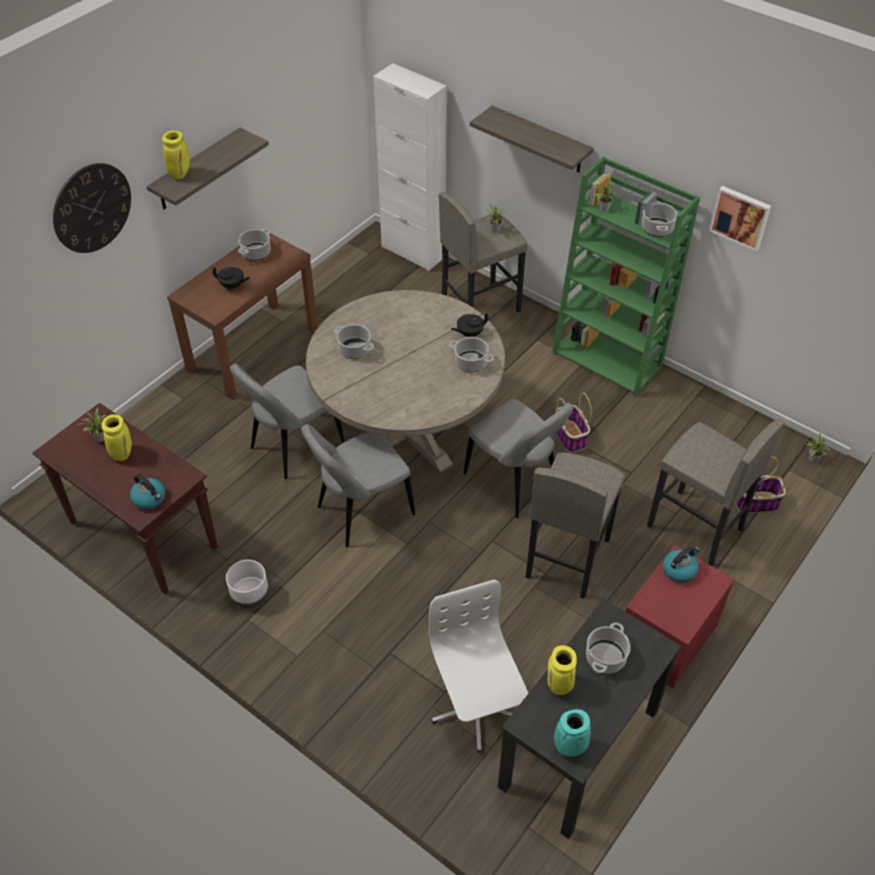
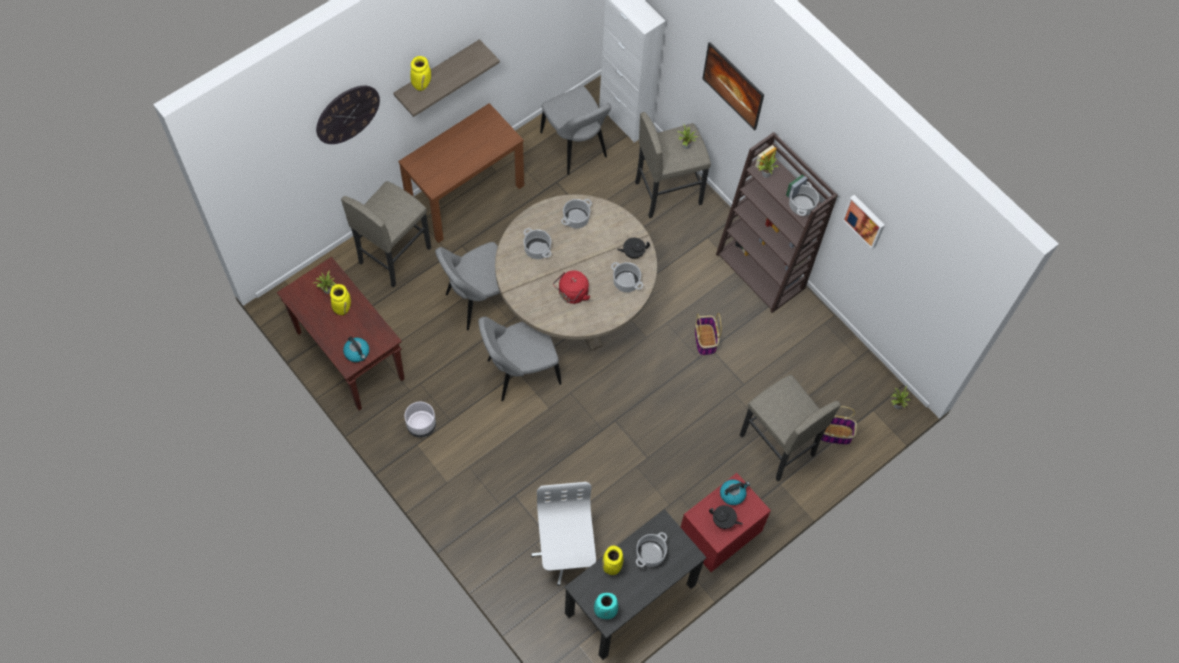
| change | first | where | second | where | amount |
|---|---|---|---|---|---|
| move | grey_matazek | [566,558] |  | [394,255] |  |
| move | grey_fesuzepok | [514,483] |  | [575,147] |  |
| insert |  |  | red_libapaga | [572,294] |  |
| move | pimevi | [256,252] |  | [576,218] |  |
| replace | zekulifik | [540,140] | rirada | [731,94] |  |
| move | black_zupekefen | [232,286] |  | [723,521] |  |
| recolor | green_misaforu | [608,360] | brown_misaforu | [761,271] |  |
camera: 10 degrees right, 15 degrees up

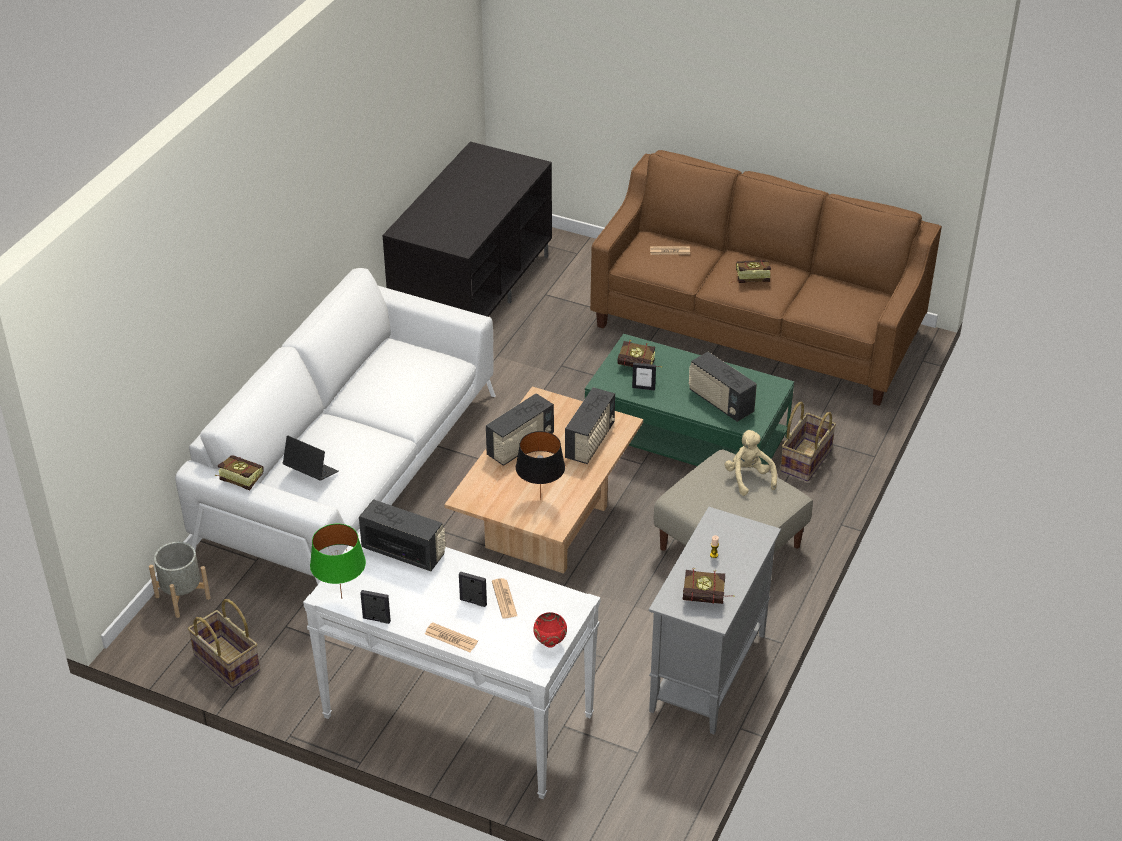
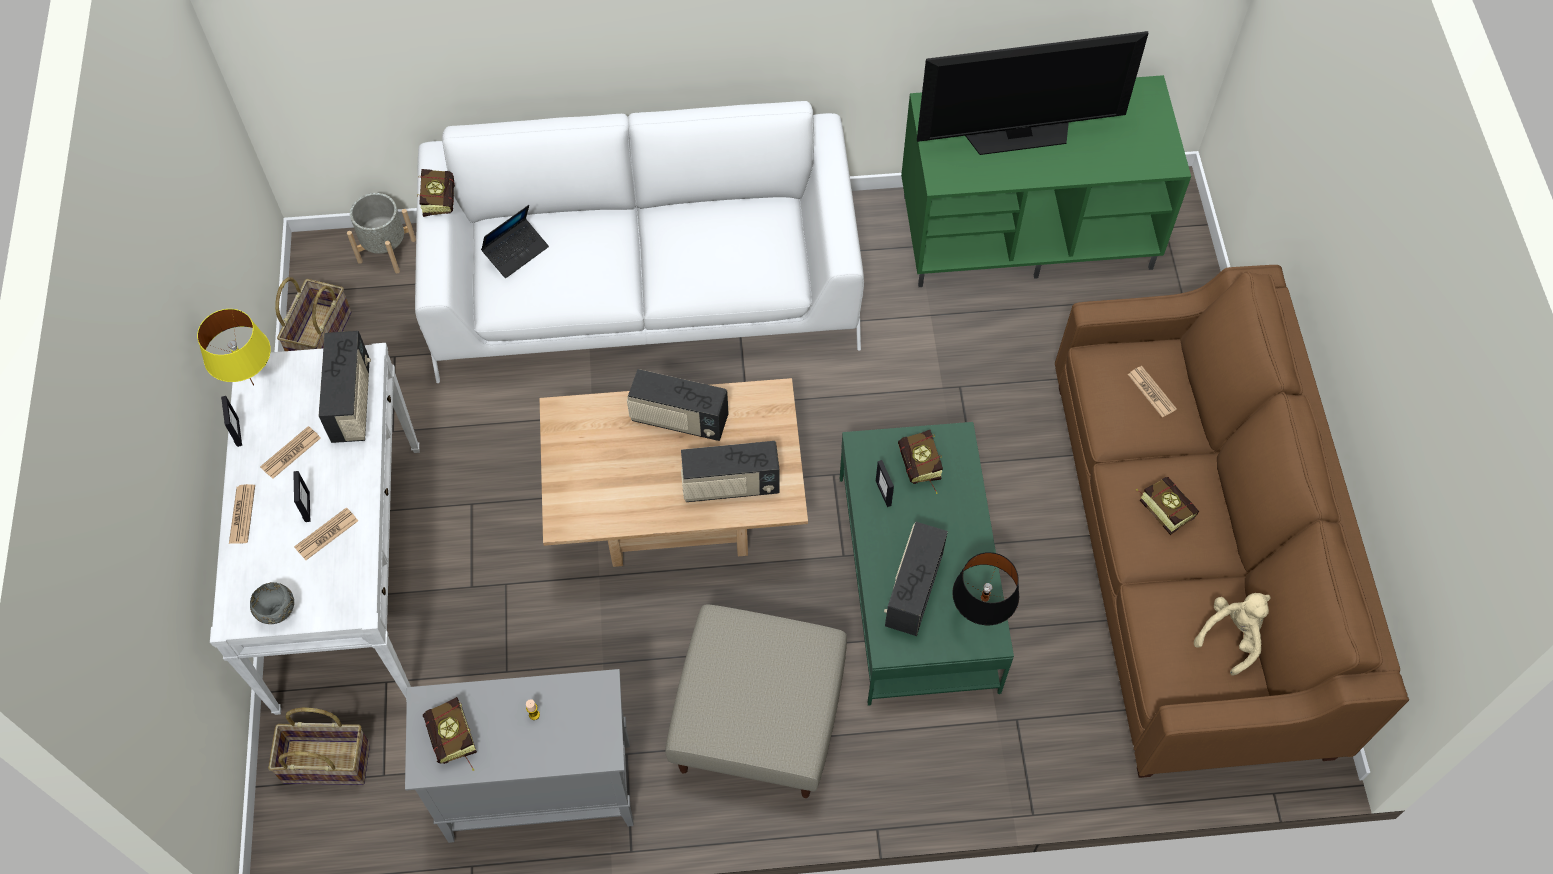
| change | first | where | second | where | amount |
|---|---|---|---|---|---|
| recolor | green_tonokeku | [341,599] | yellow_tonokeku | [253,384] |  |
| recolor | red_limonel | [550,643] | grey_limonel | [278,614] |  |
| insert |  |  | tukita | [291,453] |  |
| move | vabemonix | [805,459] |  | [327,761] |  |
| rotate | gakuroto | [311,471] |  | [516,252] | 45 degrees clockwise |
| recolor | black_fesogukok | [472,291] | green_fesogukok | [1028,230] |  |
| insert |  |  | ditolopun | [1018,134] |  |
| move | black_tonokeku | [541,500] |  | [979,619] |  |
| move | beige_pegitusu | [749,478] |  | [1231,636] |  |
camera: 60 degrees right, 20 degrees up

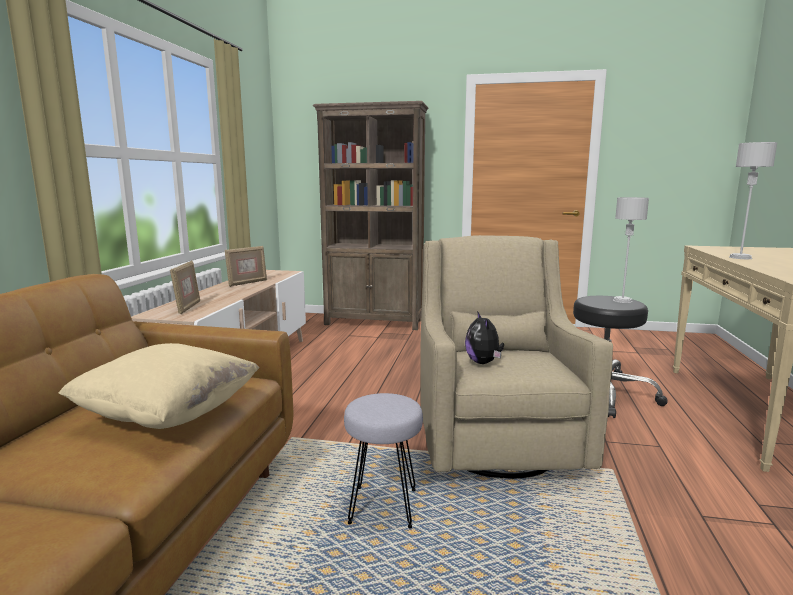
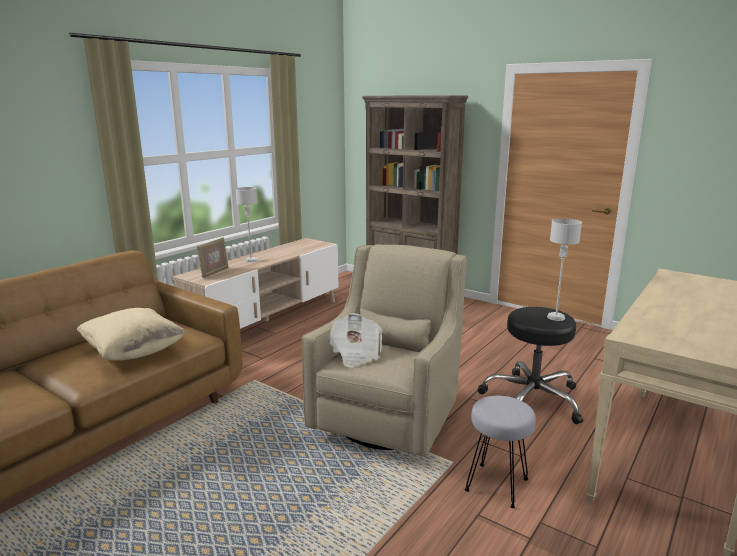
| change | first | where | second | where | amount |
|---|---|---|---|---|---|
| move | grey_tonokeku | [740,257] |  | [251,260] |  |
| replace | pegitusu | [483,362] | tukita | [355,354] |  |
| move | grey_matazek | [384,508] |  | [497,485] |  |
| delete | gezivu | [247,283] |  |  |  |
camera: 25 degrees right, 5 degrees up

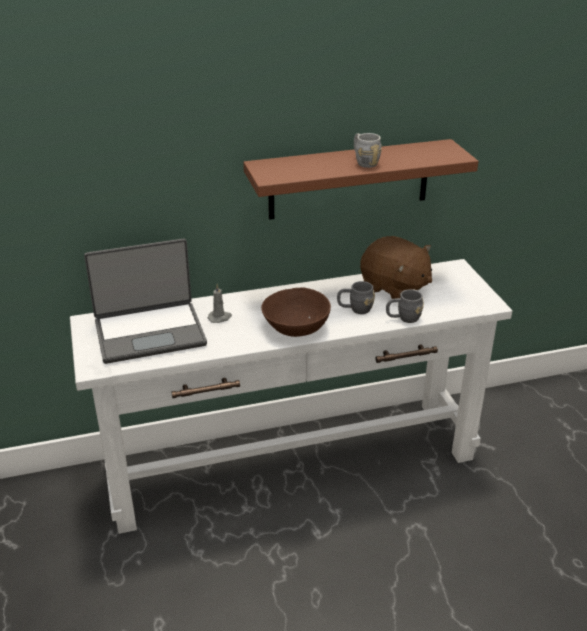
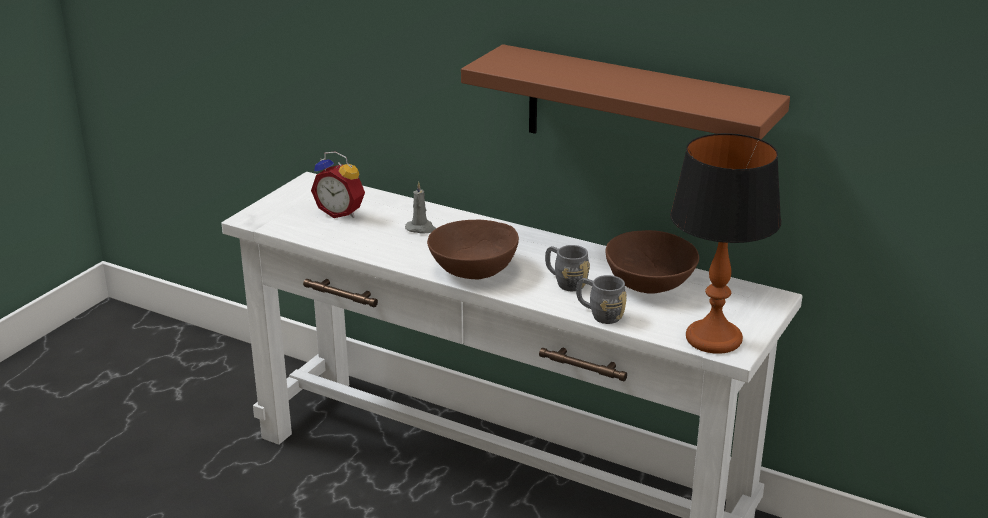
| change | first | where | second | where | amount |
|---|---|---|---|---|---|
| replace | gakuroto | [150,332] | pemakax | [341,212] |  |
| replace | brown_pegitusu | [394,288] | brown_limonel | [650,283] |  |
| insert |  |  | tonokeku | [714,339] |  |
| delete | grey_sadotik | [364,161] |  |  |  |
camera: 45 degrees right, 5 degrees down

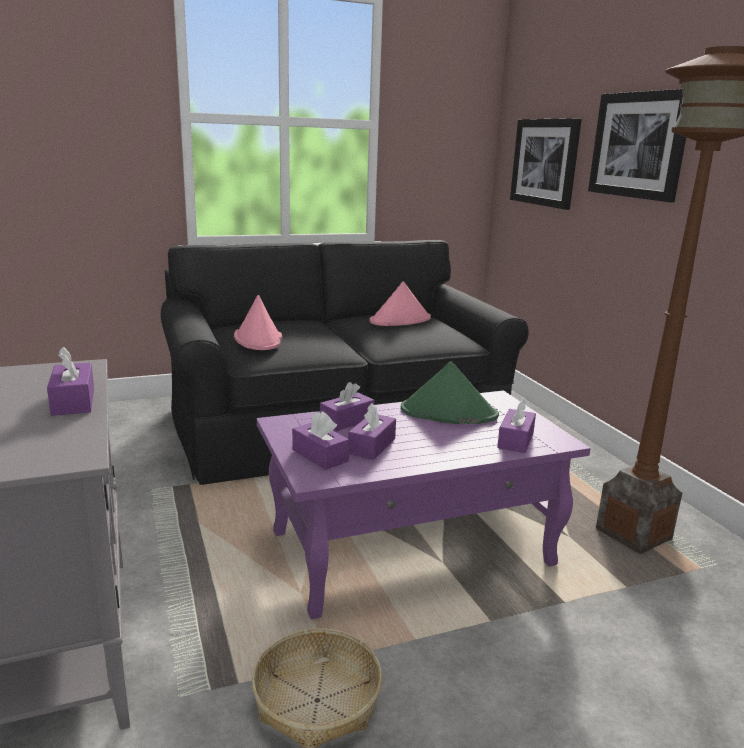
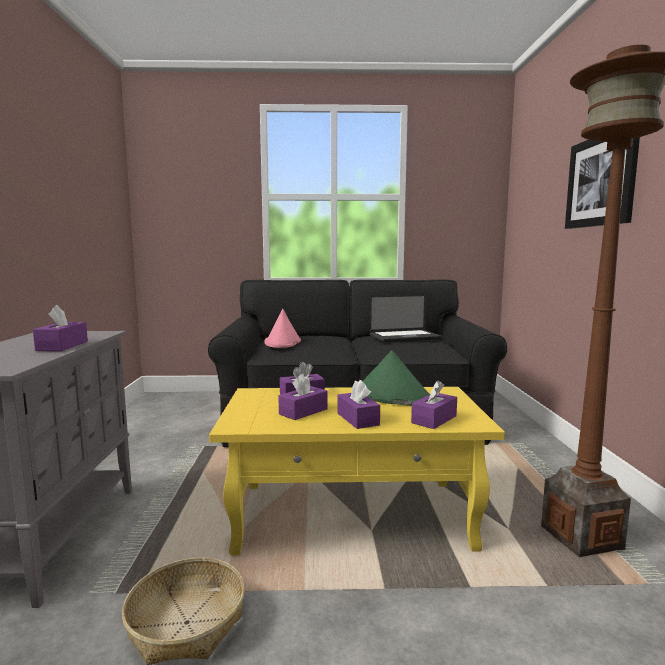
| change | first | where | second | where | amount |
|---|---|---|---|---|---|
| recolor | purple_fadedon | [413,548] | yellow_fadedon | [353,515] |  |
| move | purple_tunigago | [320,455] |  | [357,419] |  |
| replace | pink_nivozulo | [400,320] | gakuroto | [404,337] |  |
| delete | rirada | [545,162] |  |  |  |
camera: 20 degrees right, 10 degrees down

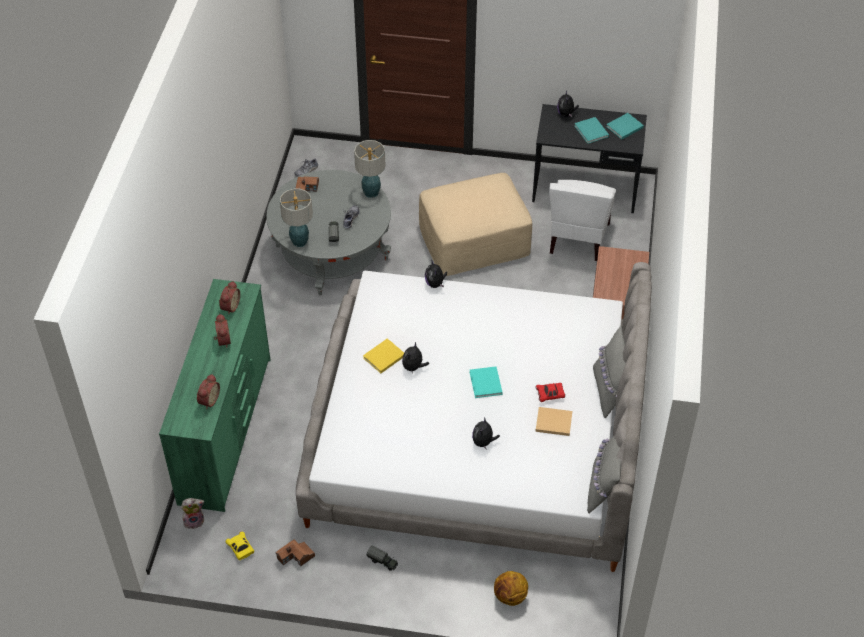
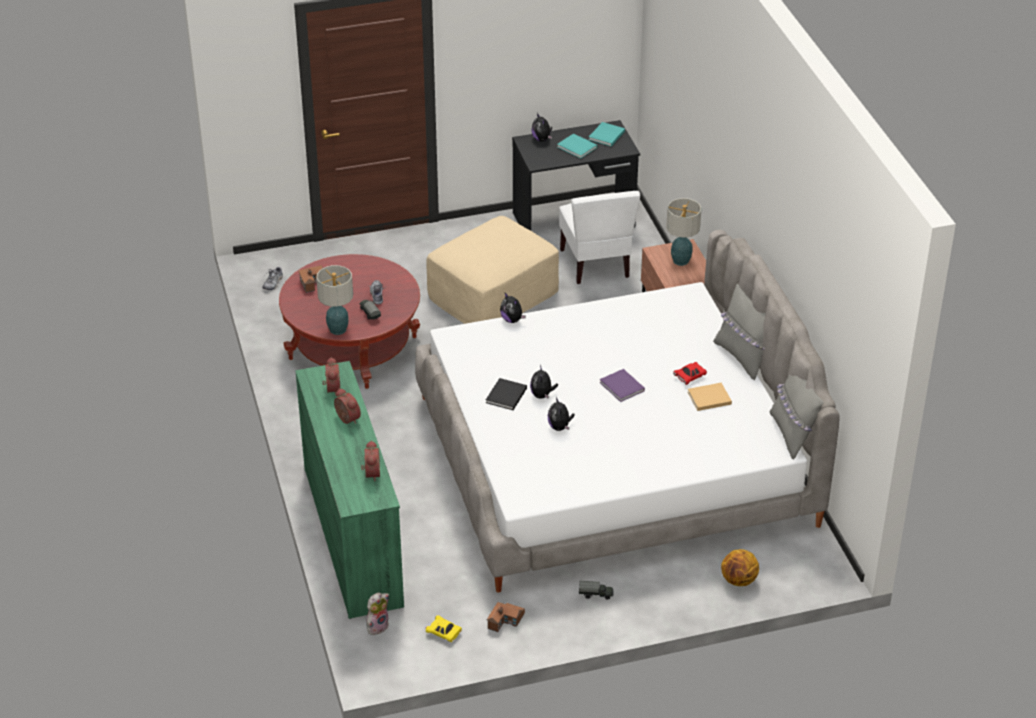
| change | first | where | second | where | amount |
|---|---|---|---|---|---|
| recolor | grey_fadedon | [331,252] | red_fadedon | [352,347] |  |
| recolor | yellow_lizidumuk | [383,357] | black_lizidumuk | [505,396] |  |
| move | pegitusu | [483,442] |  | [560,427] |  |
| recolor | turquoise_lizidumuk | [486,384] | purple_lizidumuk | [622,387] |  |
| move | tonokeku | [371,192] |  | [680,260] |  |
camera: 25 degrees left, 10 degrees down

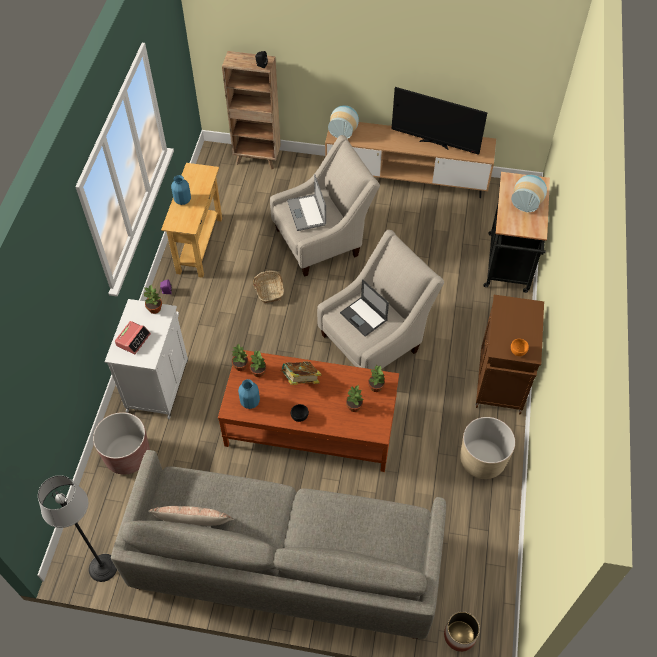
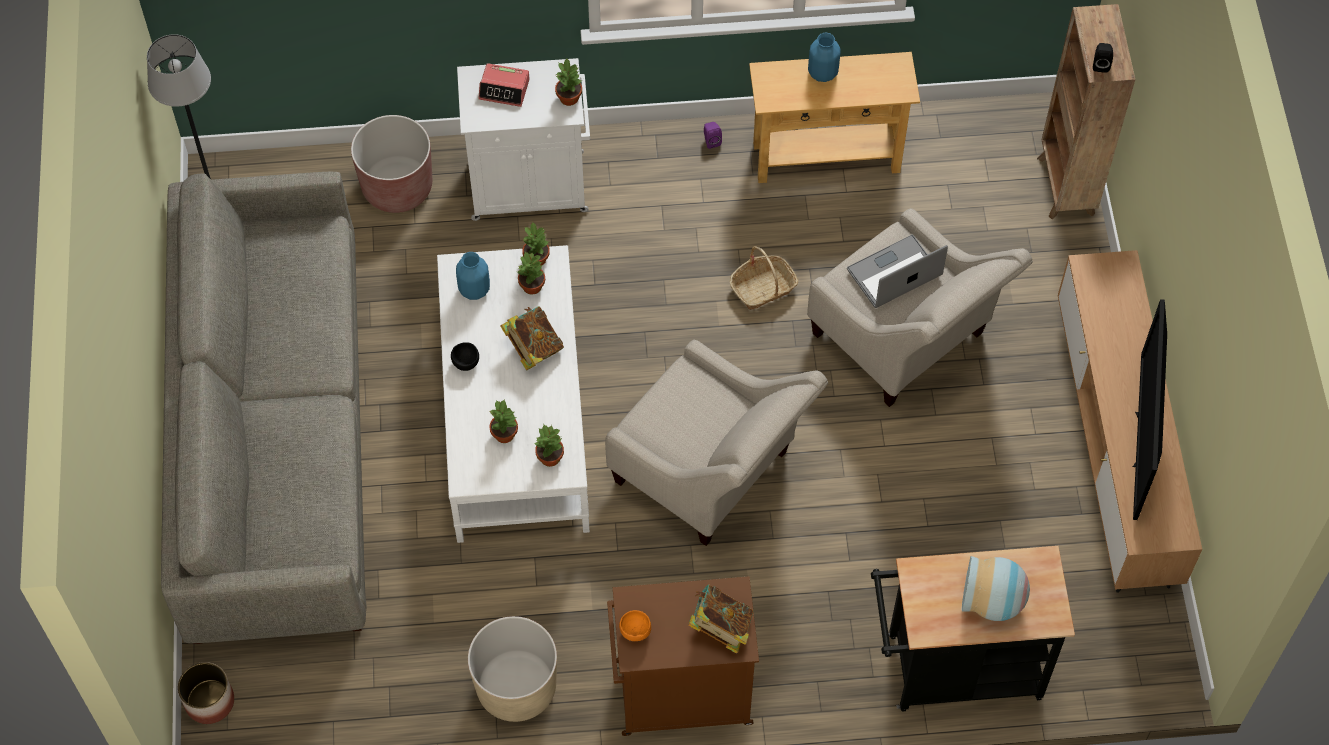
| change | first | where | second | where | amount |
|---|---|---|---|---|---|
| recolor | brown_fadedon | [310,424] | white_fadedon | [515,416] |  |
| insert |  |  | lizidumuk | [720,627] |  |
| delete | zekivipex | [193,521] |  |  |  |
| delete | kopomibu | [343,131] |  |  |  |
| delete | gakuroto | [364,317] |  |  |  |
camera: 75 degrees right, 5 degrees up

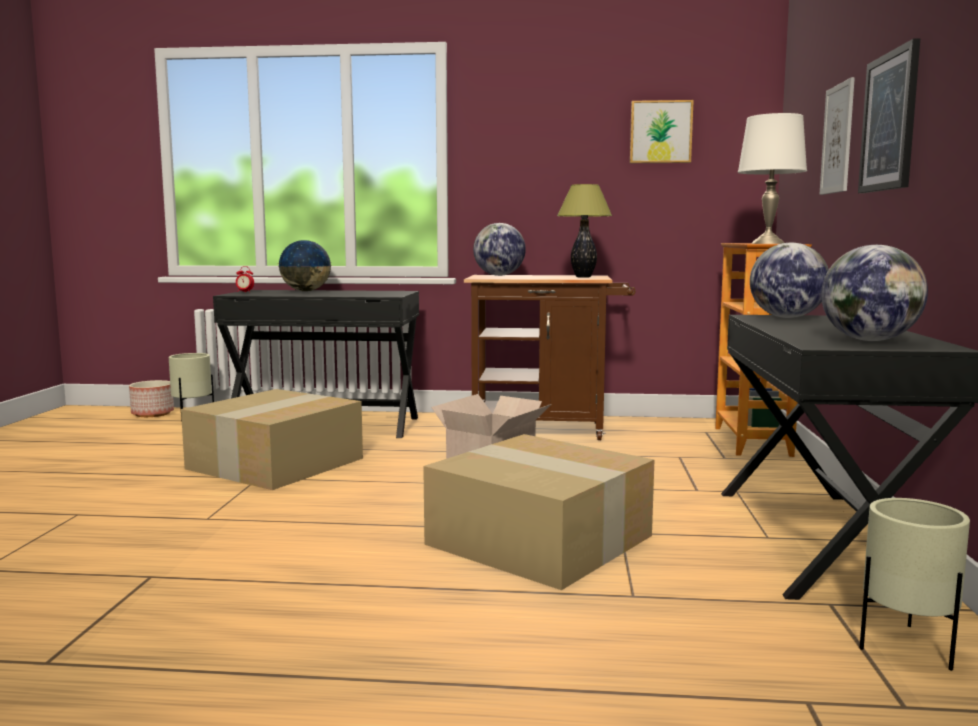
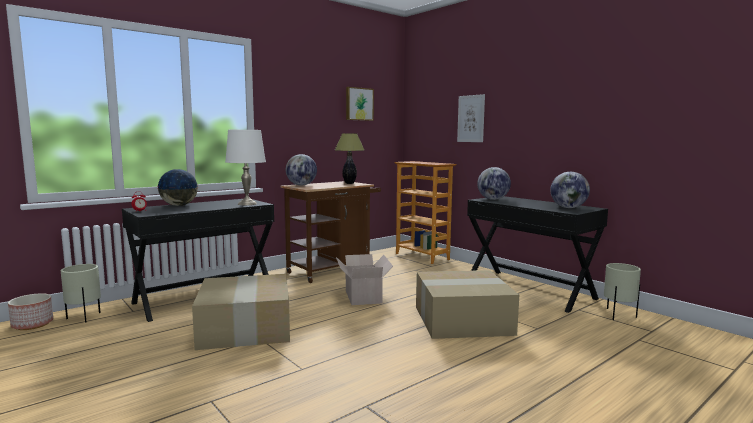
| change | first | where | second | where | amount |
|---|---|---|---|---|---|
| move | white_tonokeku | [767,243] |  | [247,204] |  |
| delete | rirada | [889,122] |  |  |  |
camera: 45 degrees left, 0 degrees up

